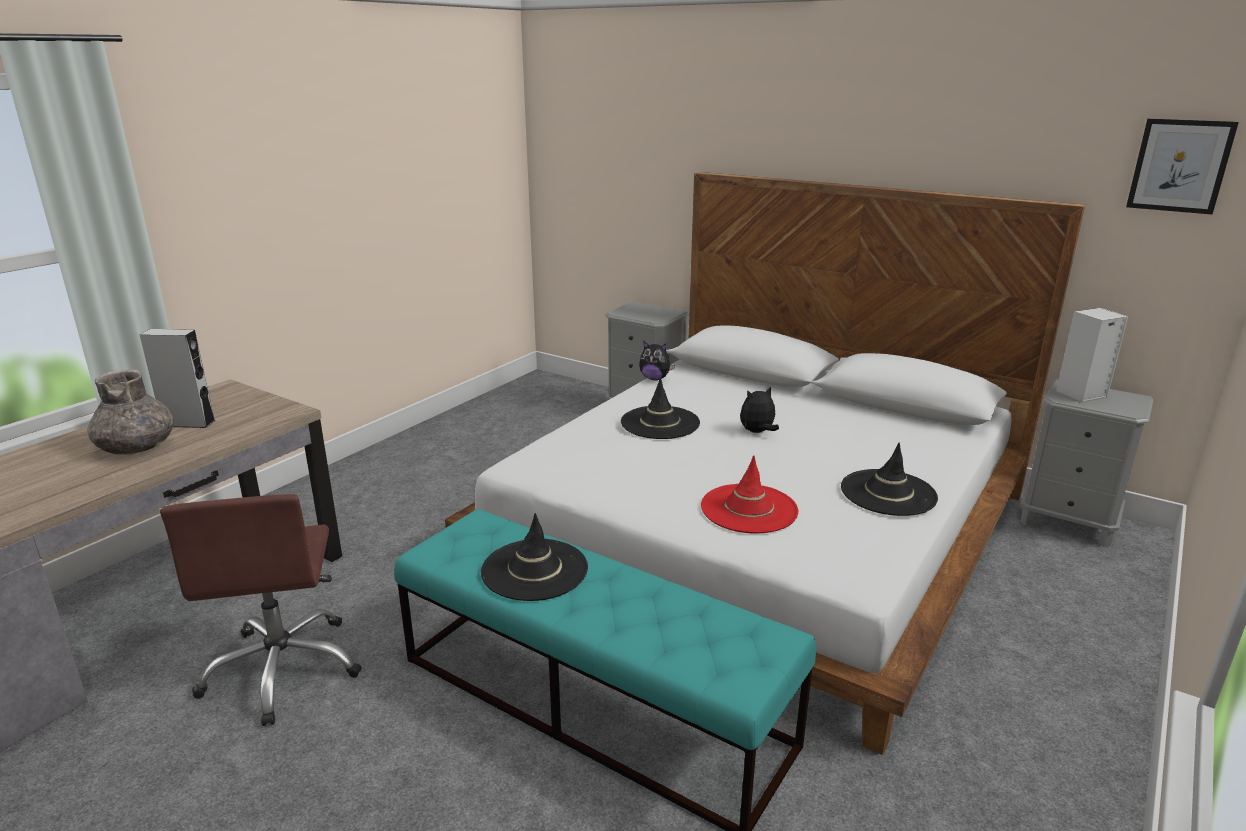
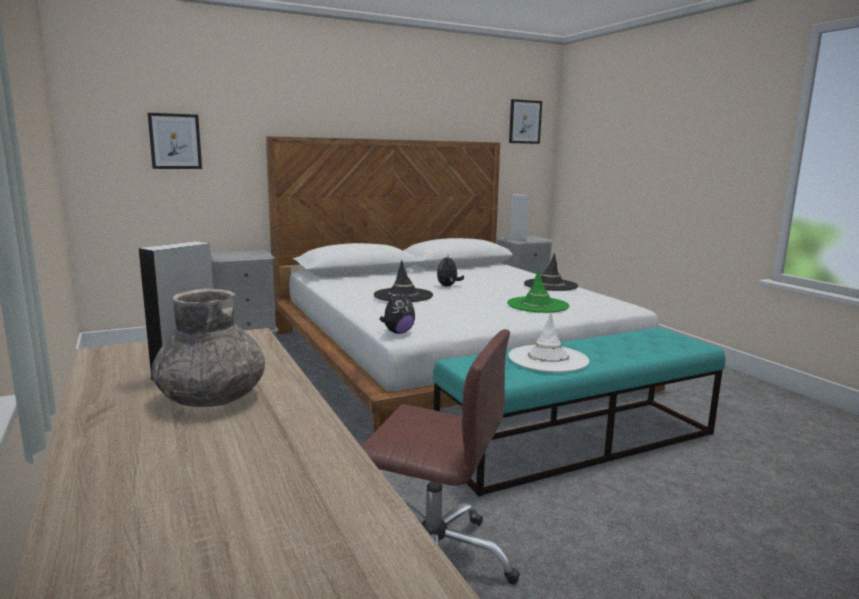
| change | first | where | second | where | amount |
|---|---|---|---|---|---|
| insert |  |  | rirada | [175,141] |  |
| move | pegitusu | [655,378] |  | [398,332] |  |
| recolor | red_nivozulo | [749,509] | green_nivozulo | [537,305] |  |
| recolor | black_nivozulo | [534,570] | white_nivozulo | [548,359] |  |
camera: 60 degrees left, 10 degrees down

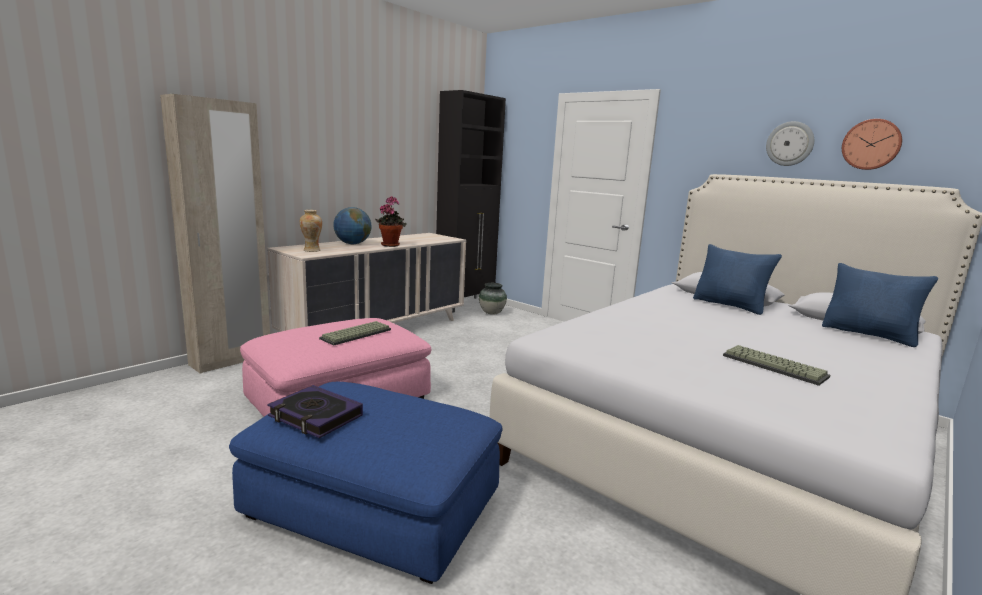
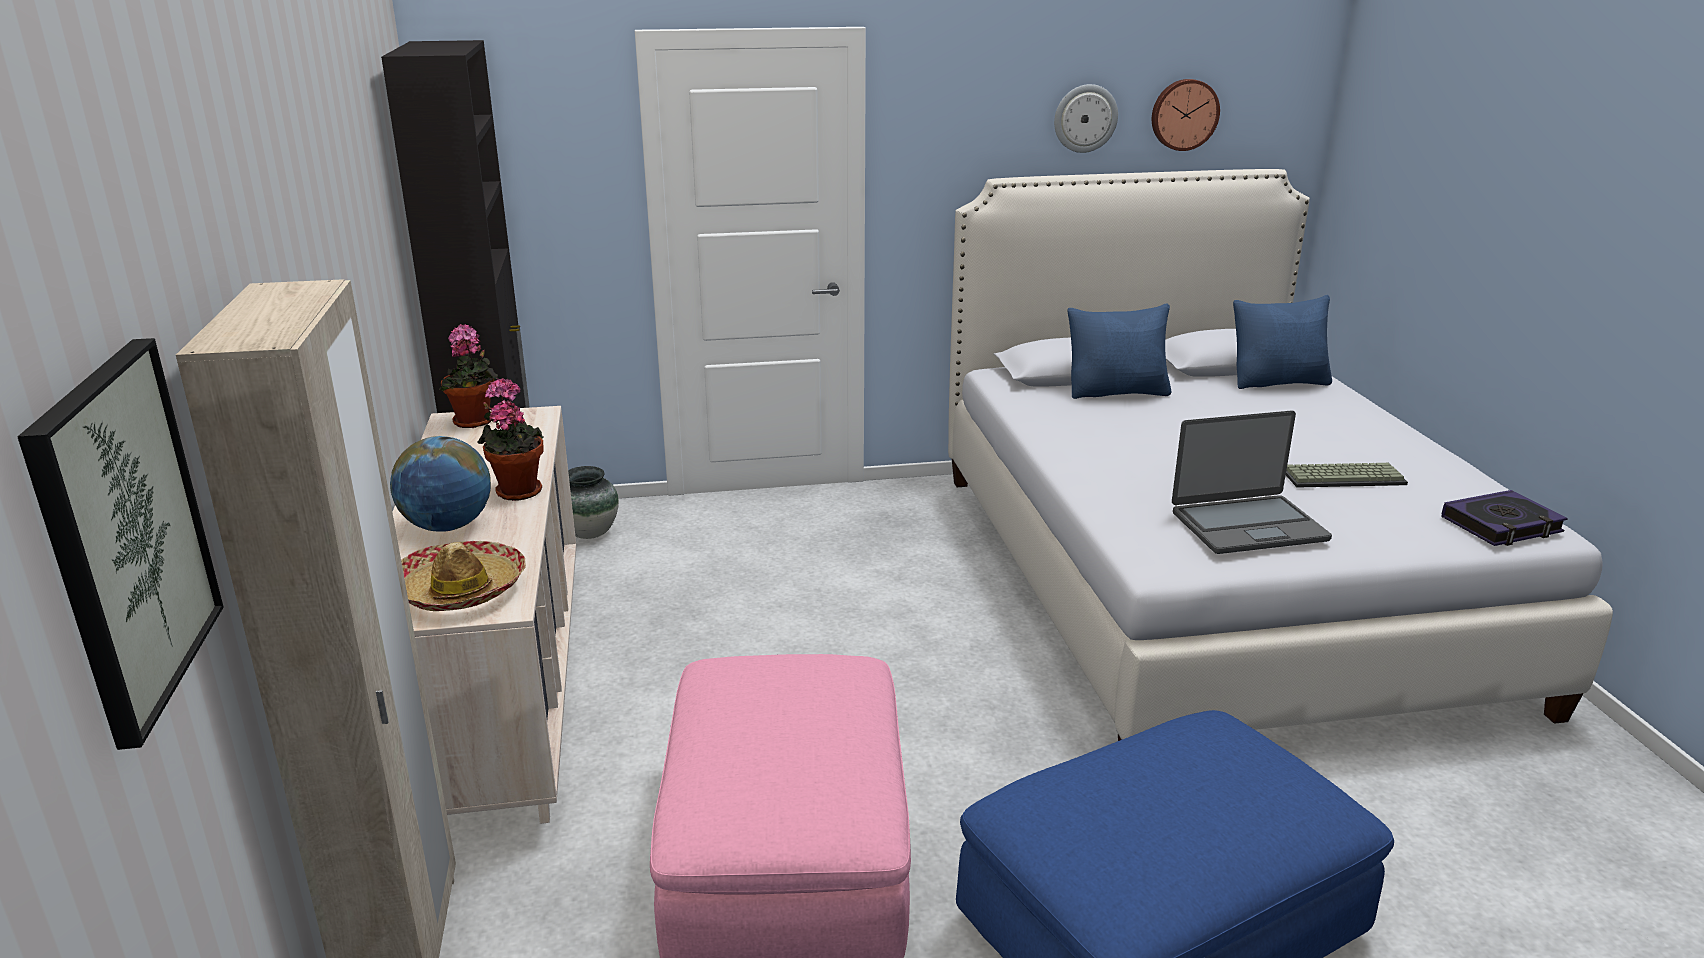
| change | first | where | second | where | amount |
|---|---|---|---|---|---|
| insert |  |  | rirada | [124,536] |  |
| replace | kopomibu | [312,250] | nivozulo | [461,589] |  |
| insert |  |  | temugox | [475,422] |  |
| insert |  |  | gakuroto | [1247,525] |  |
| move | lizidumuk | [315,416] |  | [1501,525] |  |
| delete | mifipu | [356,335] |  |  |  |
camera: 50 degrees left, 10 degrees up

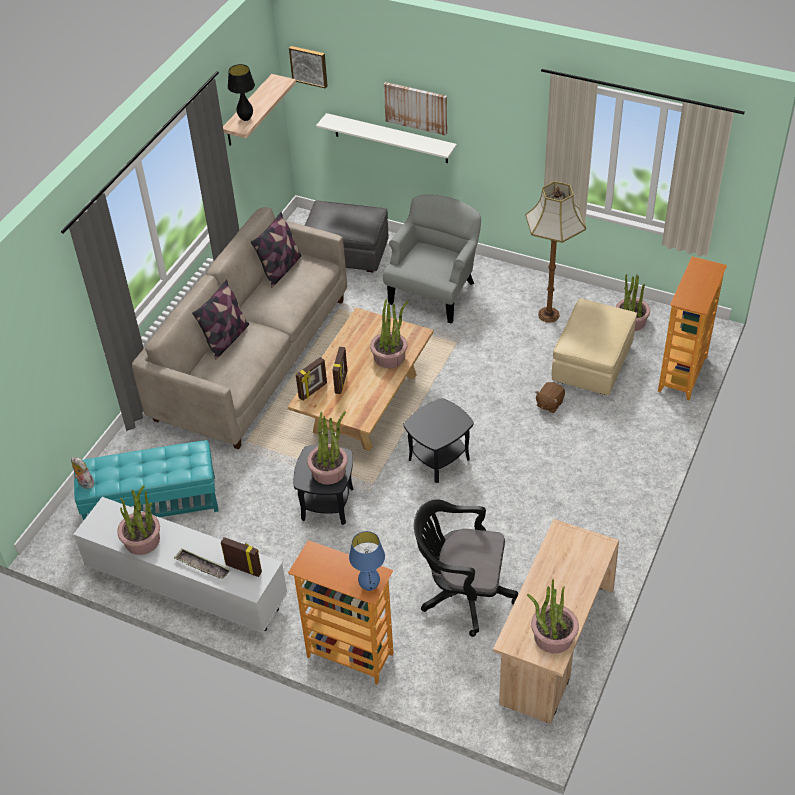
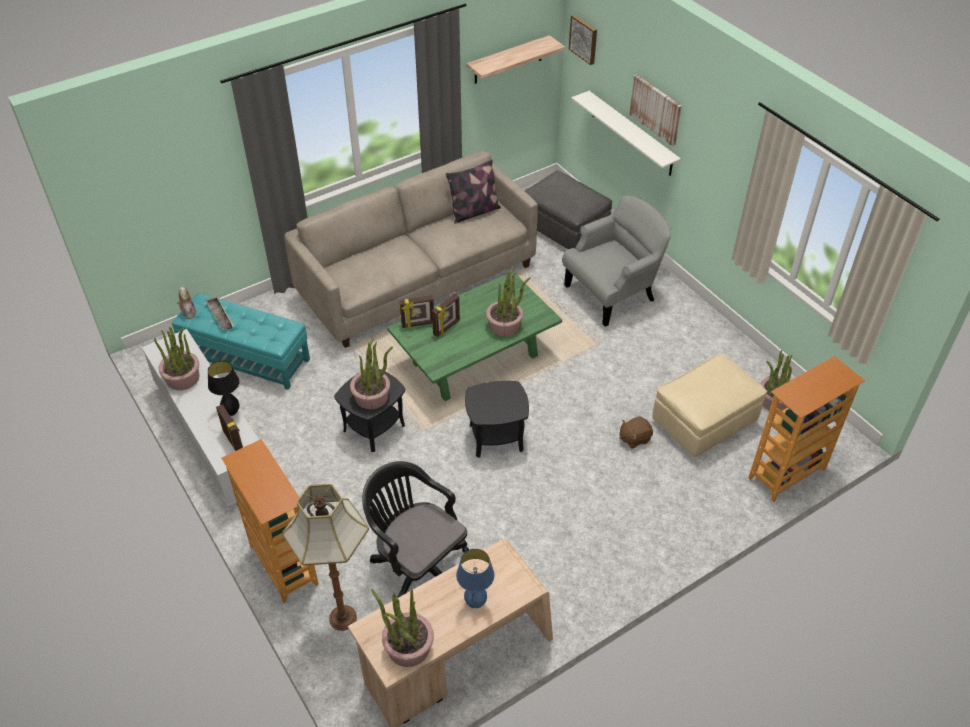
| change | first | where | second | where | amount |
|---|---|---|---|---|---|
| move | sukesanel | [202,566] |  | [220,315] |  |
| move | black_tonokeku | [245,118] |  | [231,412] |  |
| move | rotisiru | [549,315] |  | [343,619] |  |
| recolor | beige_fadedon | [365,403] | green_fadedon | [475,359] |  |
| move | blue_tonokeku | [369,586] |  | [475,603] |  |
| delete | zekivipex | [226,339] |  |  |  |
camera: 30 degrees right, 0 degrees up

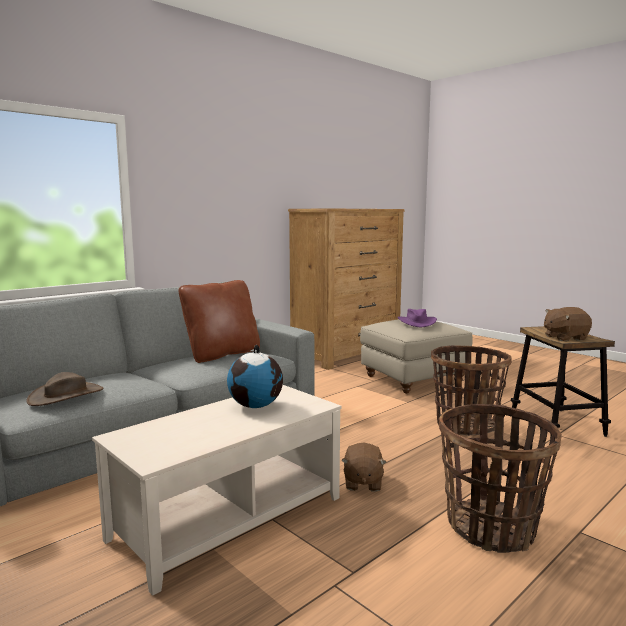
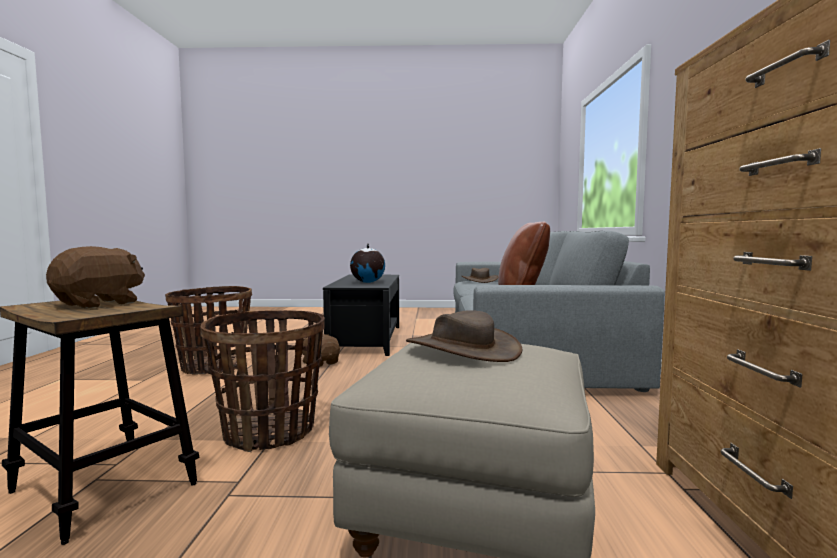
| change | first | where | second | where | amount |
|---|---|---|---|---|---|
| recolor | beige_fadedon | [229,518] | black_fadedon | [366,339] |  |
| recolor | purple_nivozulo | [416,322] | brown_nivozulo | [462,349] |  |
camera: 135 degrees right, 5 degrees down

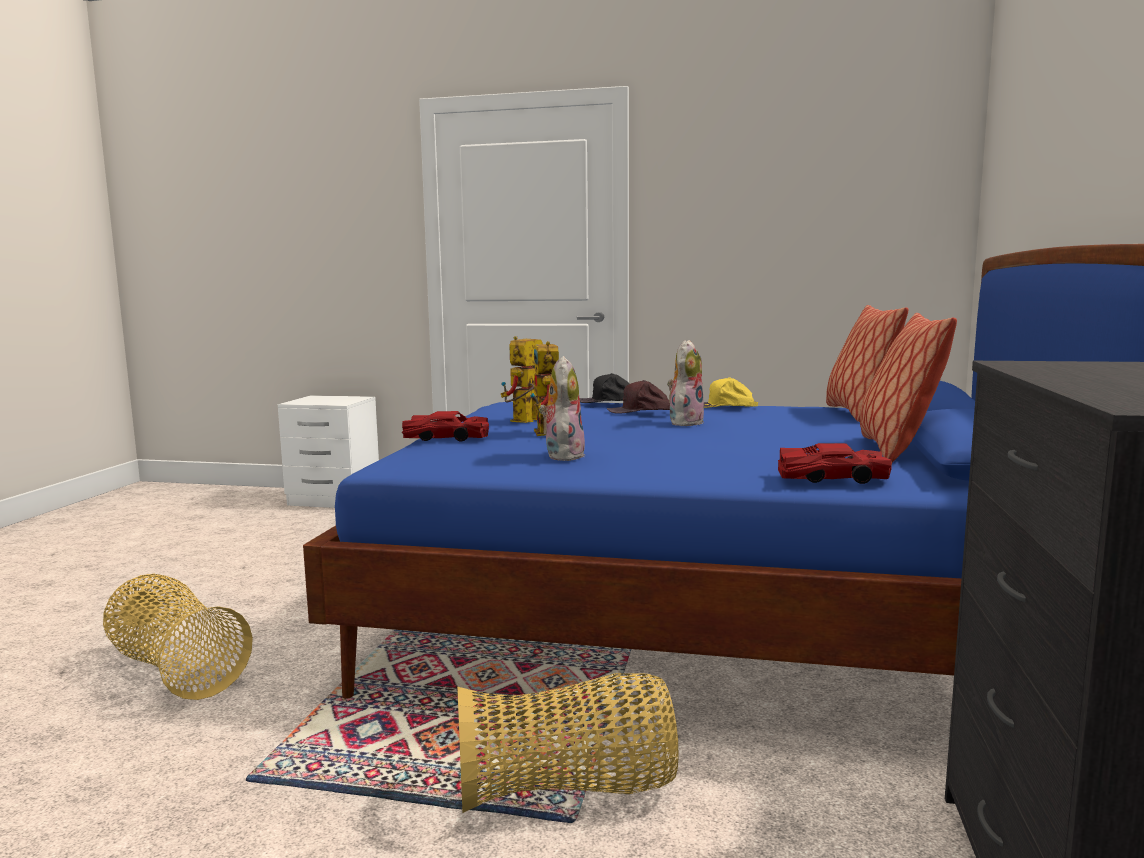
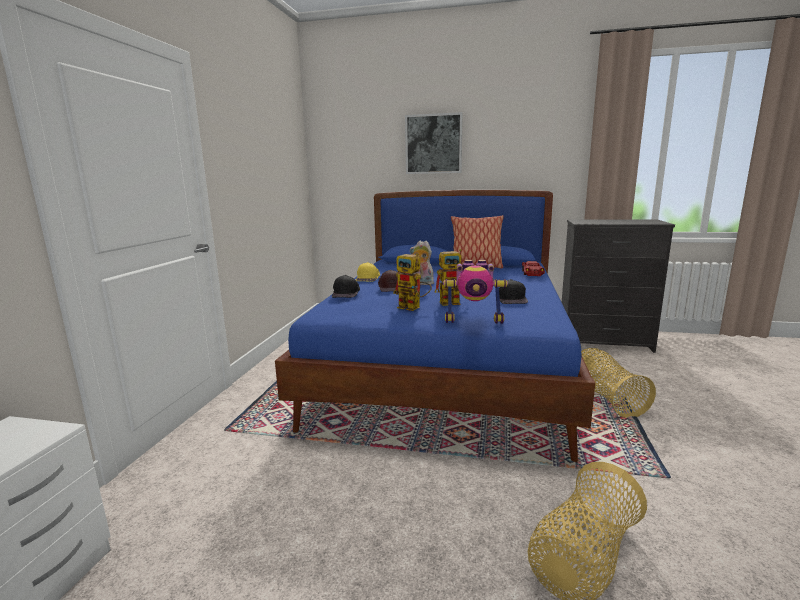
| change | first | where | second | where | amount |
|---|---|---|---|---|---|
| insert |  |  | rirada | [433,144] |  |
| replace | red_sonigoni | [446,438] | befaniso | [474,320] |  |
| replace | pegitusu | [562,455] | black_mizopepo | [511,299] |  |
| delete | zekivipex | [858,413] |  |  |  |
camera: 90 degrees left, 5 degrees up

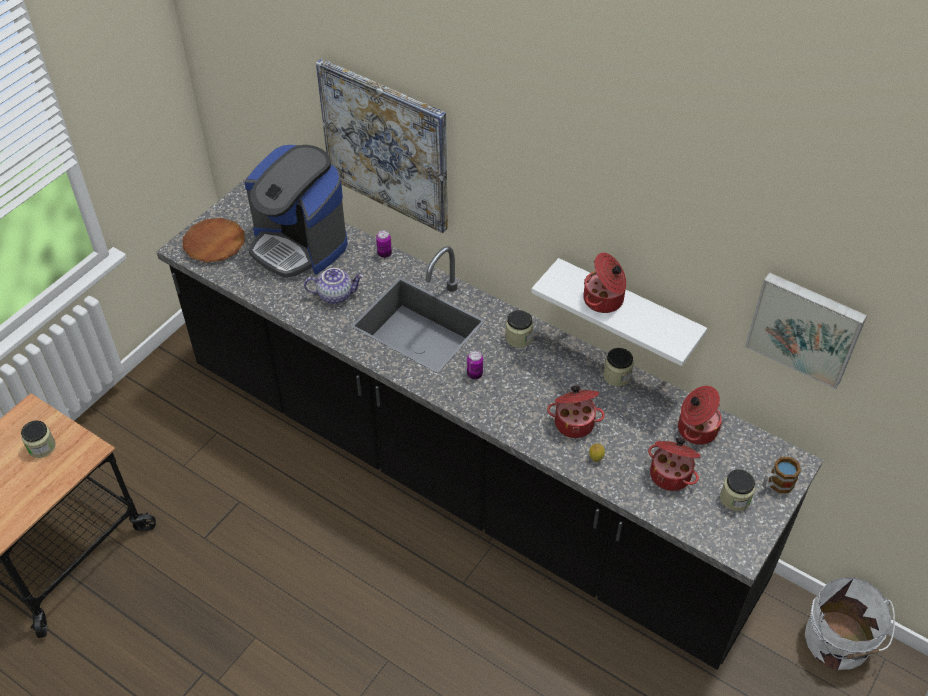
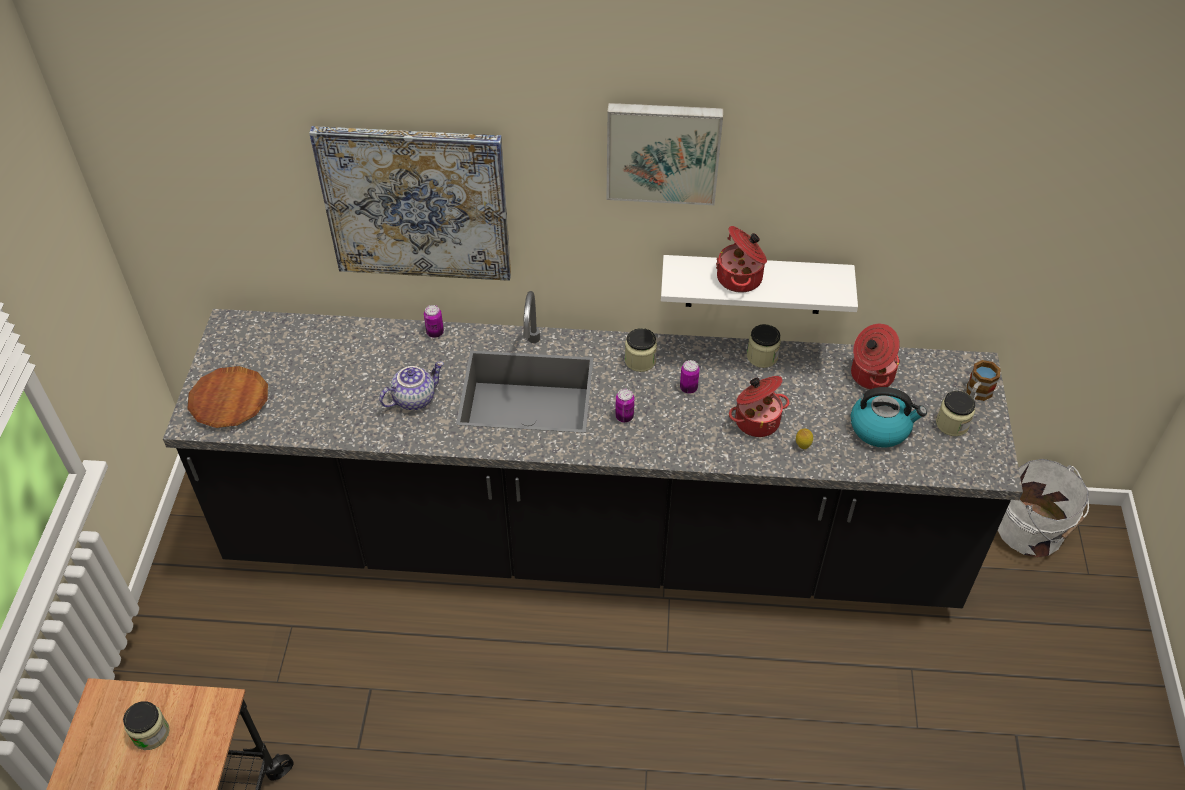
| change | first | where | second | where | amount |
|---|---|---|---|---|---|
| move | rirada | [805,327] |  | [663,151] |  |
| insert |  |  | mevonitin | [688,388] |  |
| replace | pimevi | [671,474] | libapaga | [880,428] |  |
| delete | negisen | [299,244] |  |  |  |
camera: 30 degrees left, 0 degrees up

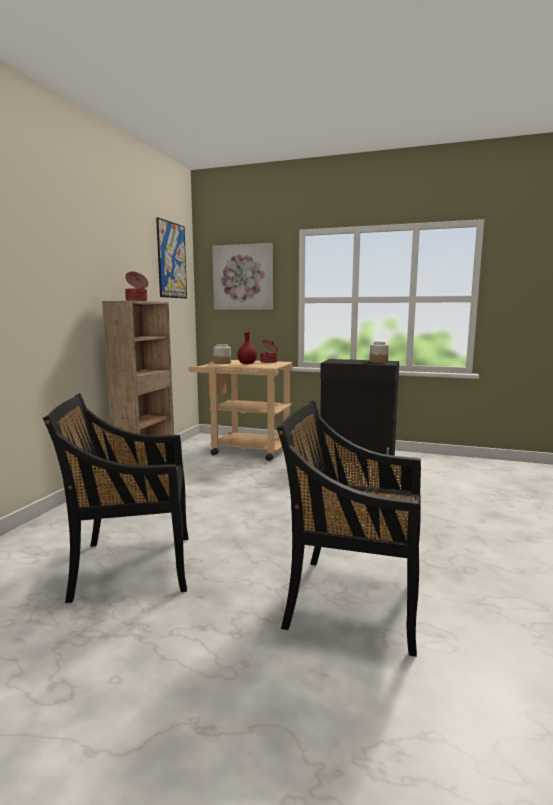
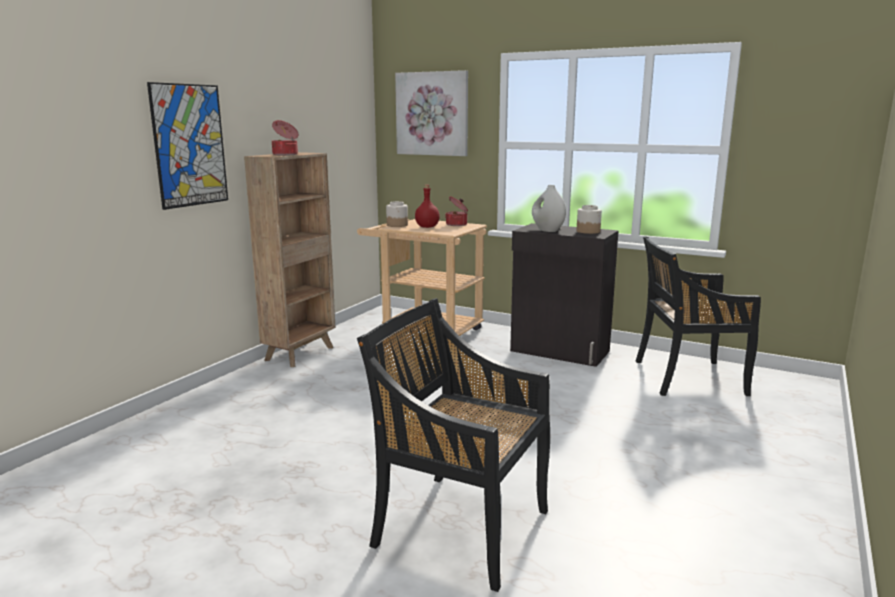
| change | first | where | second | where | amount |
|---|---|---|---|---|---|
| move | rirada | [172,260] |  | [190,145] |  |
| insert |  |  | white_kopomibu | [547,230] |  |
| move | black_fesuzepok | [131,566] |  | [686,378] |  |
camera: 10 degrees right, 5 degrees up

